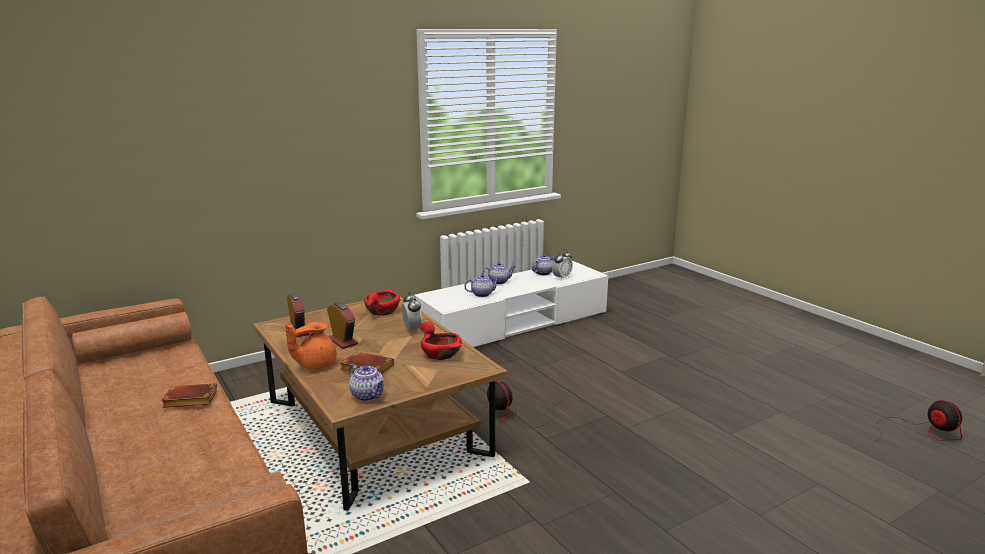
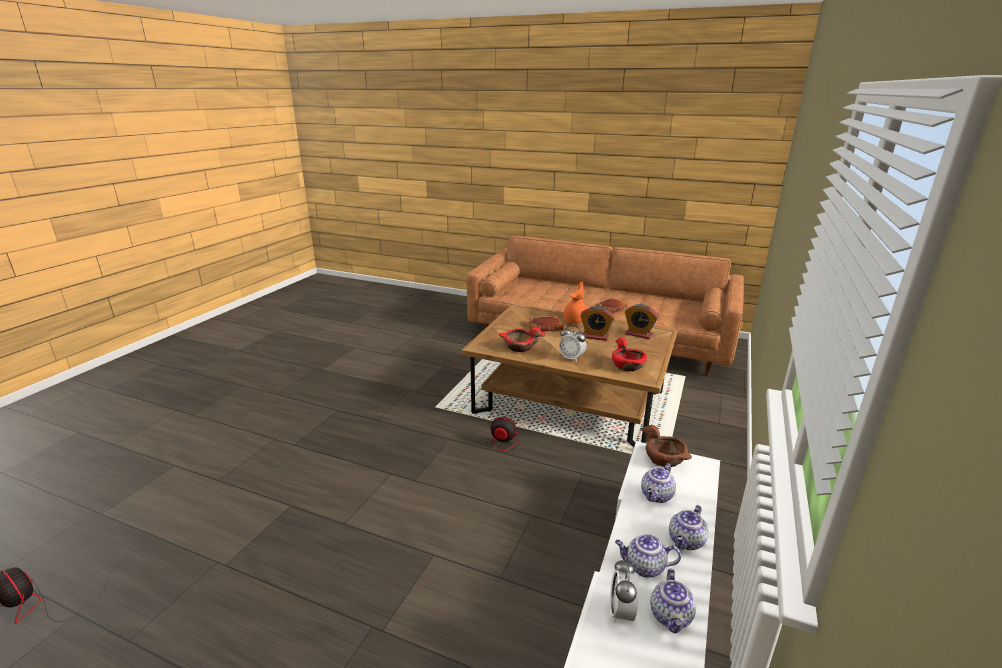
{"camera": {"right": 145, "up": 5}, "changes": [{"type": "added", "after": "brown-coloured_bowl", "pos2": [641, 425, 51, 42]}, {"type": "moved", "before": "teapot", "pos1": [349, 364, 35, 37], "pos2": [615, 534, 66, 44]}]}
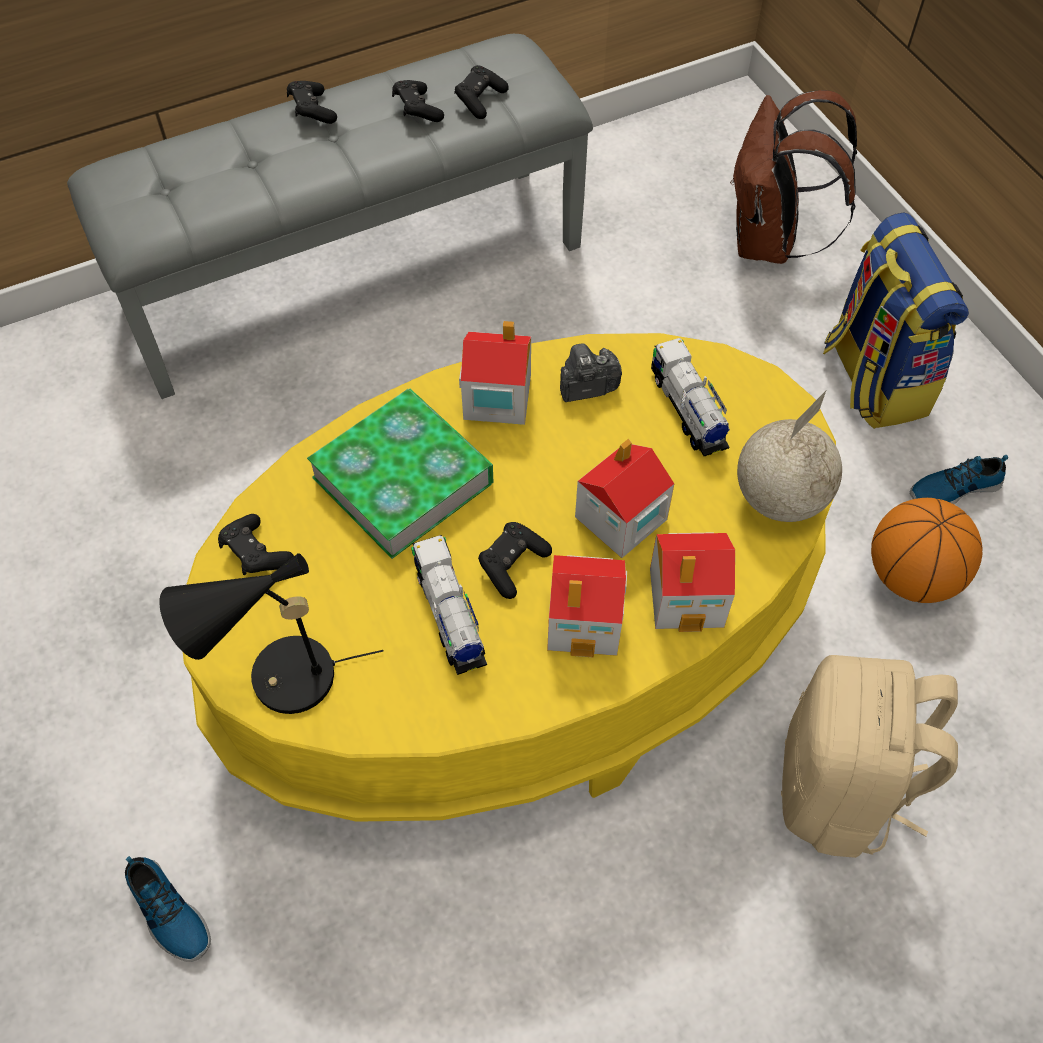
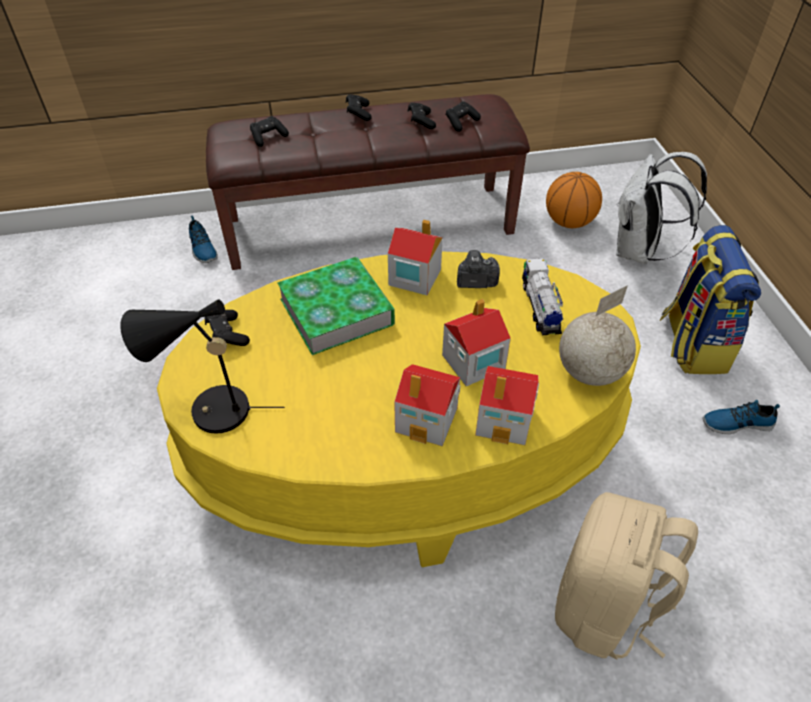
{"camera": {"right": 15, "up": -10}, "changes": [{"type": "removed", "before": "model_truck", "pos1": [411, 535, 76, 140]}, {"type": "moved", "before": "shoe", "pos1": [125, 856, 86, 106], "pos2": [189, 216, 29, 47]}, {"type": "moved", "before": "black-coloured_game_controller", "pos1": [478, 522, 74, 77], "pos2": [250, 116, 39, 31]}, {"type": "moved", "before": "basketball_ball", "pos1": [871, 498, 111, 105], "pos2": [546, 172, 56, 56]}, {"type": "recoloured", "before": "grey_bench", "after": "brown-coloured_bench", "pos1": [67, 34, 526, 365], "pos2": [206, 94, 324, 176]}, {"type": "recoloured", "before": "brown-coloured_knapsack", "after": "whitish_knapsack", "pos1": [730, 90, 127, 174], "pos2": [616, 152, 91, 112]}]}
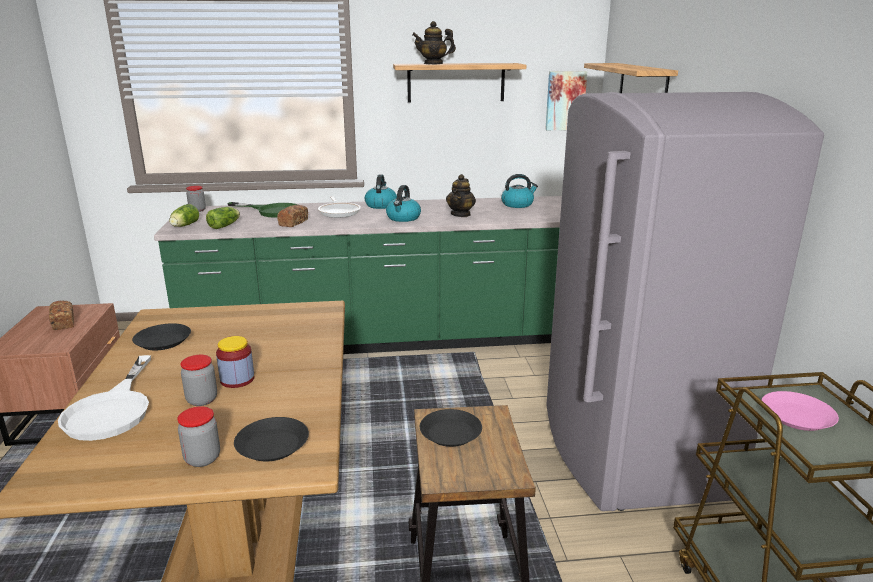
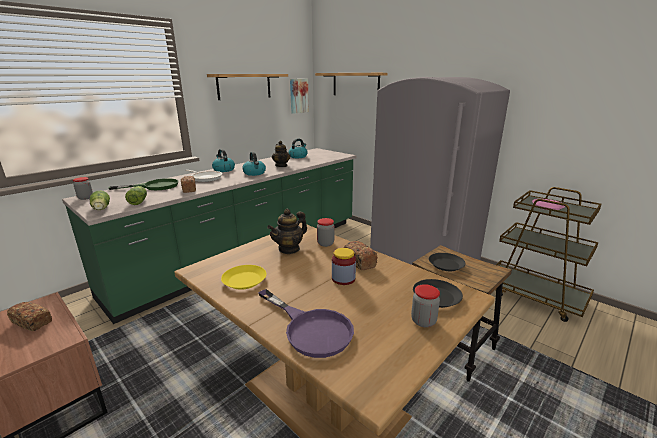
{"camera": {"right": -40, "up": 0}, "changes": [{"type": "added", "after": "bakery_bread", "pos2": [344, 241, 34, 29]}, {"type": "moved", "before": "jar", "pos1": [180, 355, 37, 51], "pos2": [317, 218, 17, 29]}, {"type": "moved", "before": "teapot", "pos1": [412, 21, 44, 43], "pos2": [267, 209, 40, 45]}, {"type": "recoloured", "before": "whitish_pan", "after": "purple_pan", "pos1": [58, 355, 93, 86], "pos2": [259, 289, 95, 69]}, {"type": "recoloured", "before": "black-coloured_dinner_plate", "after": "yellow-coloured_dinner_plate", "pos1": [132, 323, 59, 27], "pos2": [221, 265, 45, 25]}]}
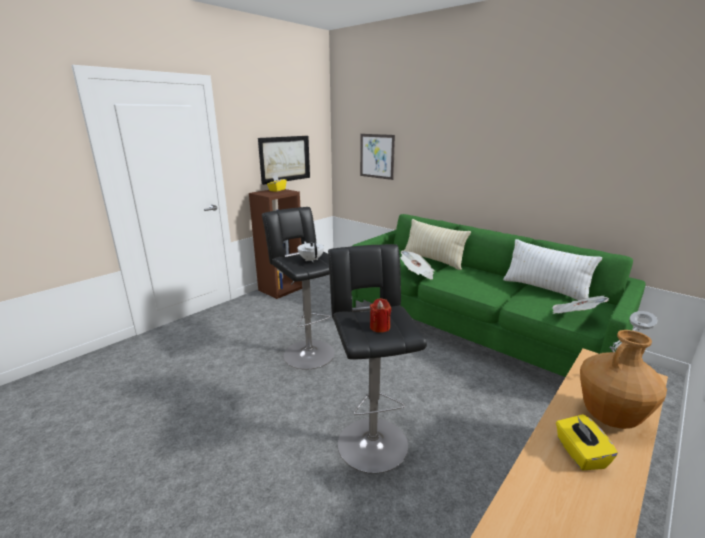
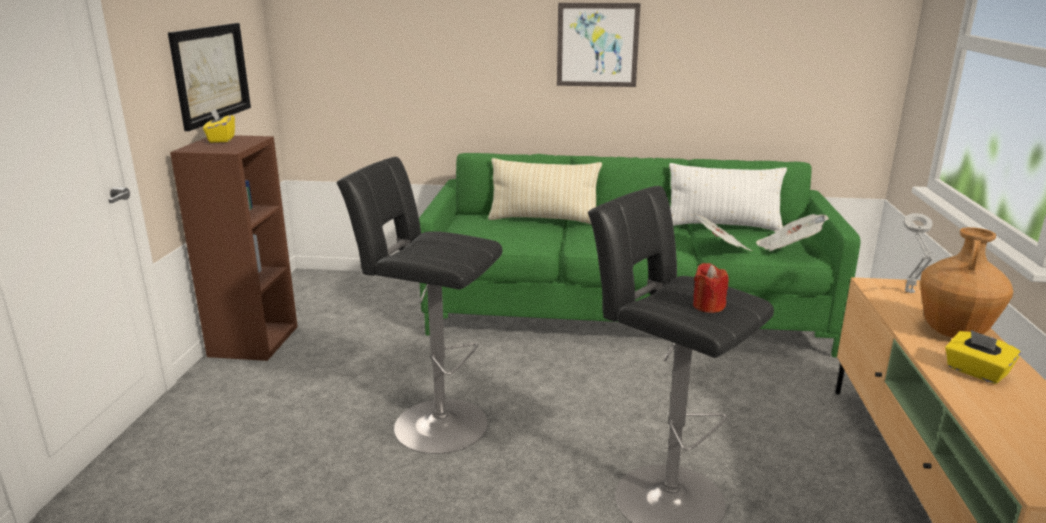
{"camera": {"right": -35, "up": 0}, "changes": [{"type": "removed", "before": "whitish_teapot", "pos1": [297, 241, 27, 21]}, {"type": "moved", "before": "wall_art", "pos1": [360, 134, 35, 46], "pos2": [557, 3, 84, 84]}, {"type": "moved", "before": "printed_paper", "pos1": [401, 251, 33, 29], "pos2": [690, 214, 62, 37]}]}
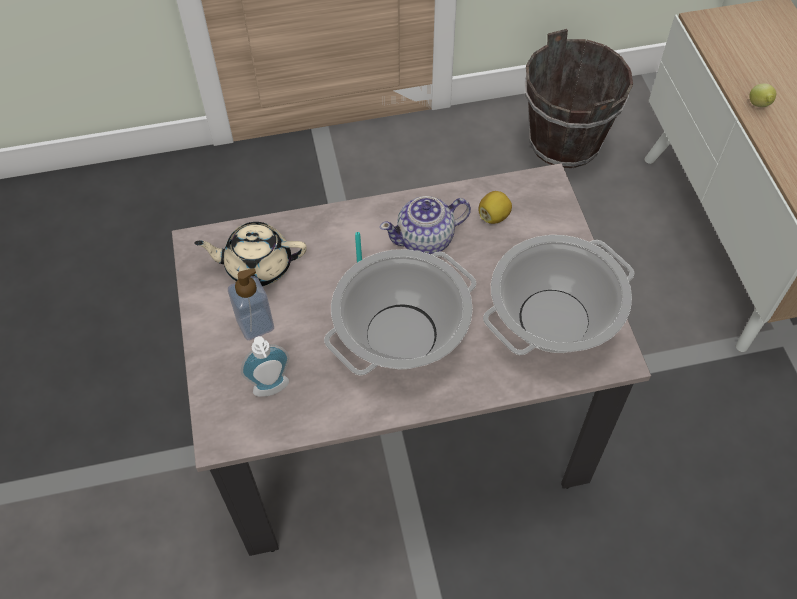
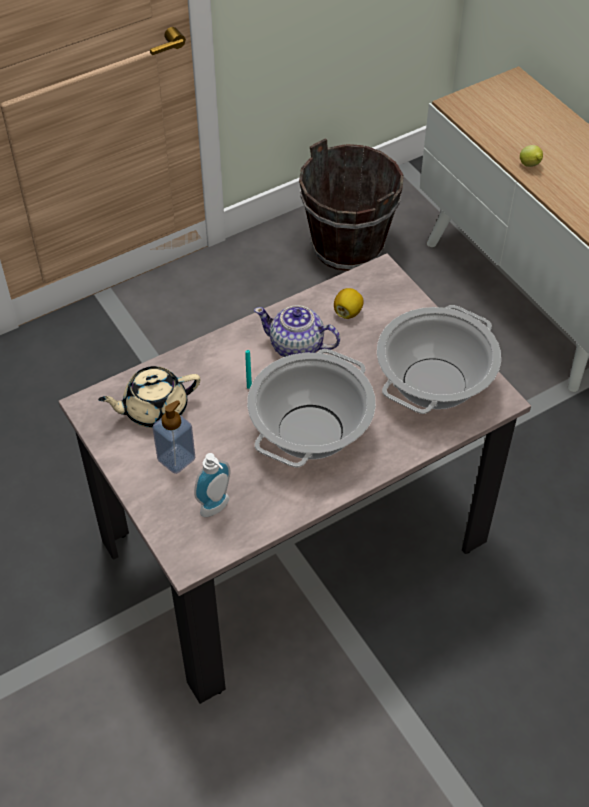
{"camera": {"right": -20, "up": -5}, "changes": [{"type": "turned", "before": "teapot", "pos1": [380, 196, 91, 58], "pos2": [254, 305, 86, 52], "turn": 60}]}
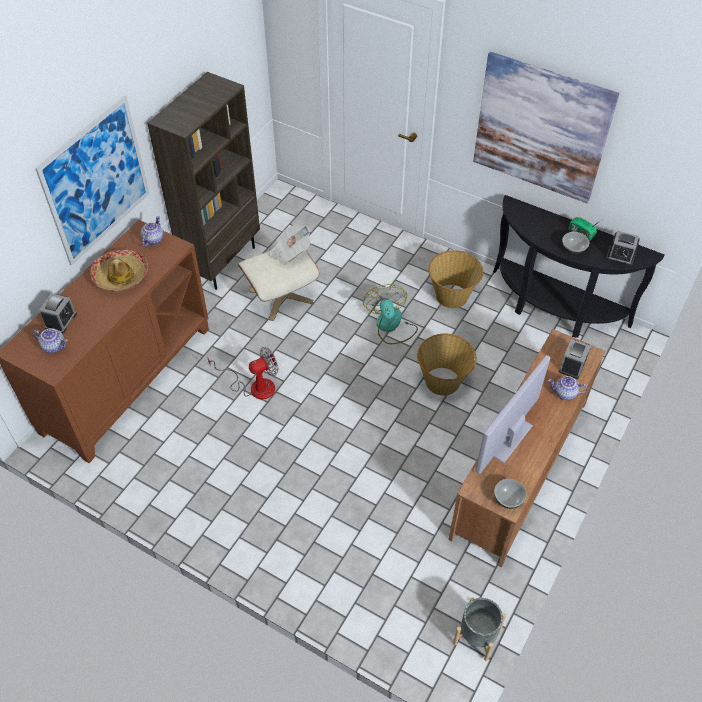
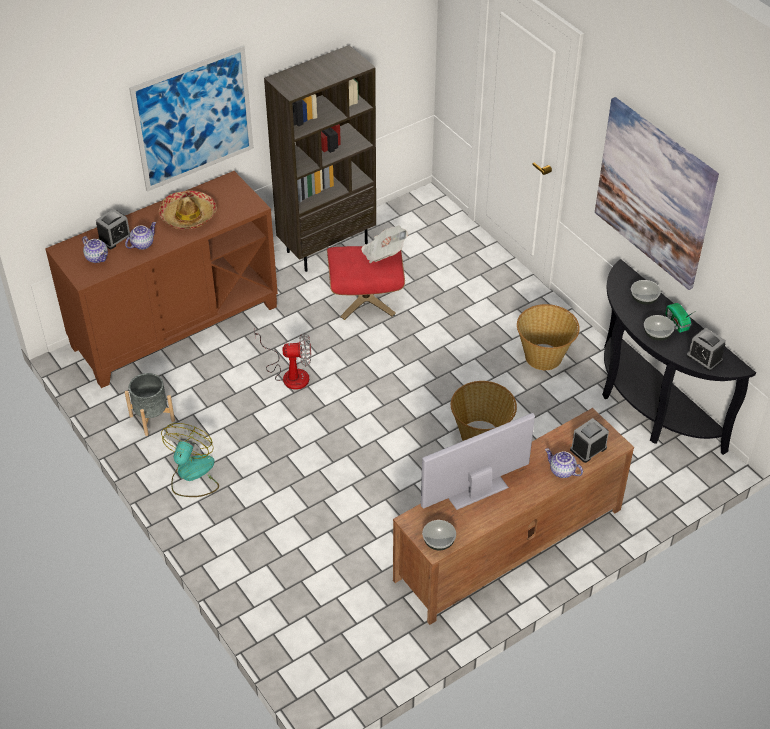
{"camera": {"right": 25, "up": -5}, "changes": [{"type": "added", "after": "bowl", "pos2": [631, 280, 30, 25]}, {"type": "moved", "before": "teapot", "pos1": [141, 216, 22, 31], "pos2": [125, 222, 31, 28]}, {"type": "moved", "before": "electric_fan", "pos1": [363, 284, 55, 60], "pos2": [161, 423, 58, 74]}, {"type": "moved", "before": "grey_planter", "pos1": [453, 597, 53, 64], "pos2": [125, 373, 50, 63]}, {"type": "recoloured", "before": "sand-coloured_ottoman", "after": "red_ottoman", "pos1": [238, 250, 82, 71], "pos2": [327, 246, 78, 74]}]}
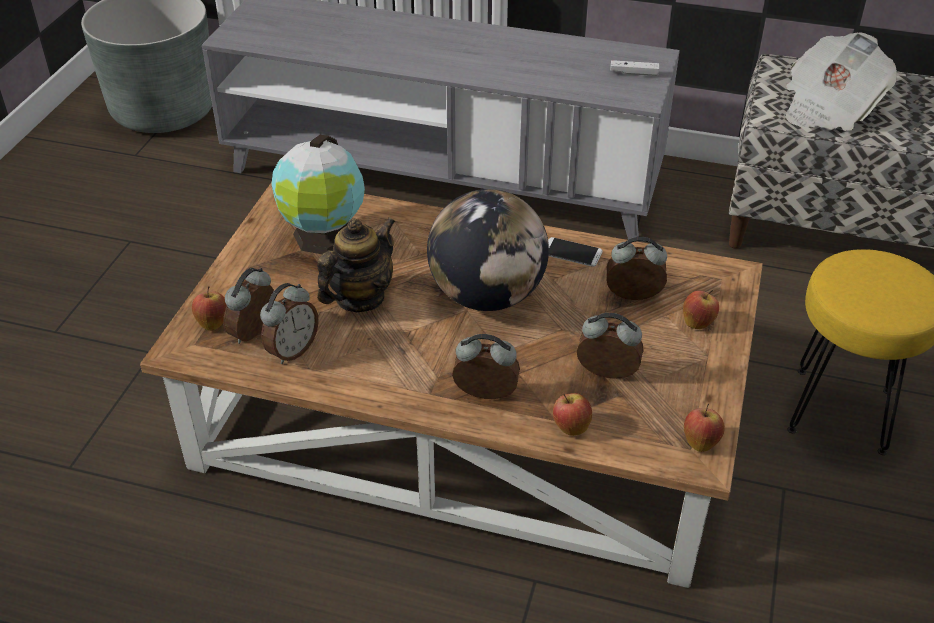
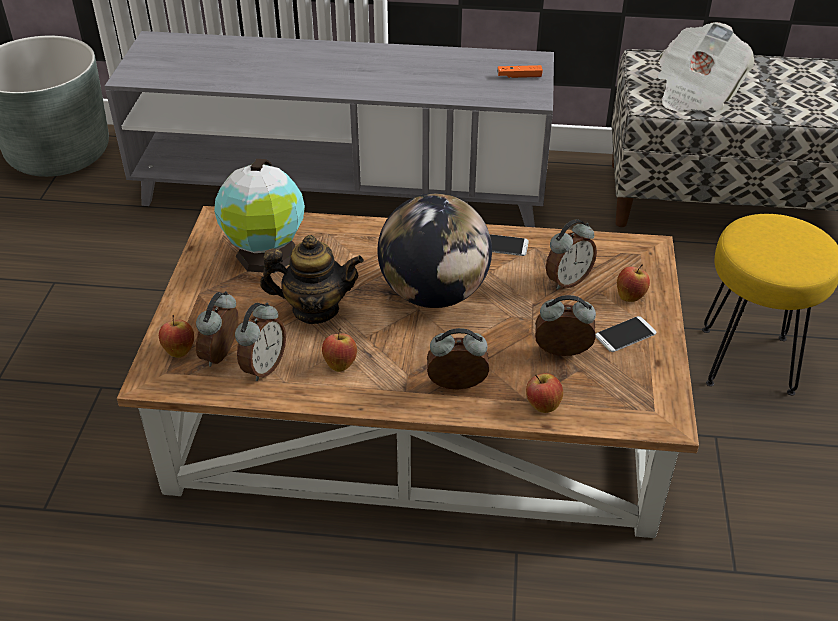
{"camera": {"right": -10, "up": 0}, "changes": [{"type": "added", "after": "telephone", "pos2": [595, 316, 61, 36]}, {"type": "moved", "before": "whole_apple", "pos1": [684, 404, 41, 48], "pos2": [322, 328, 35, 44]}, {"type": "recoloured", "before": "whitish_game_controller", "after": "orangey_game_controller", "pos1": [610, 60, 49, 16], "pos2": [497, 65, 46, 13]}, {"type": "turned", "before": "teapot", "pos1": [317, 217, 79, 95], "pos2": [260, 235, 104, 89], "turn": 60}, {"type": "turned", "before": "alarm_clock", "pos1": [606, 237, 61, 63], "pos2": [546, 219, 51, 71], "turn": 150}]}
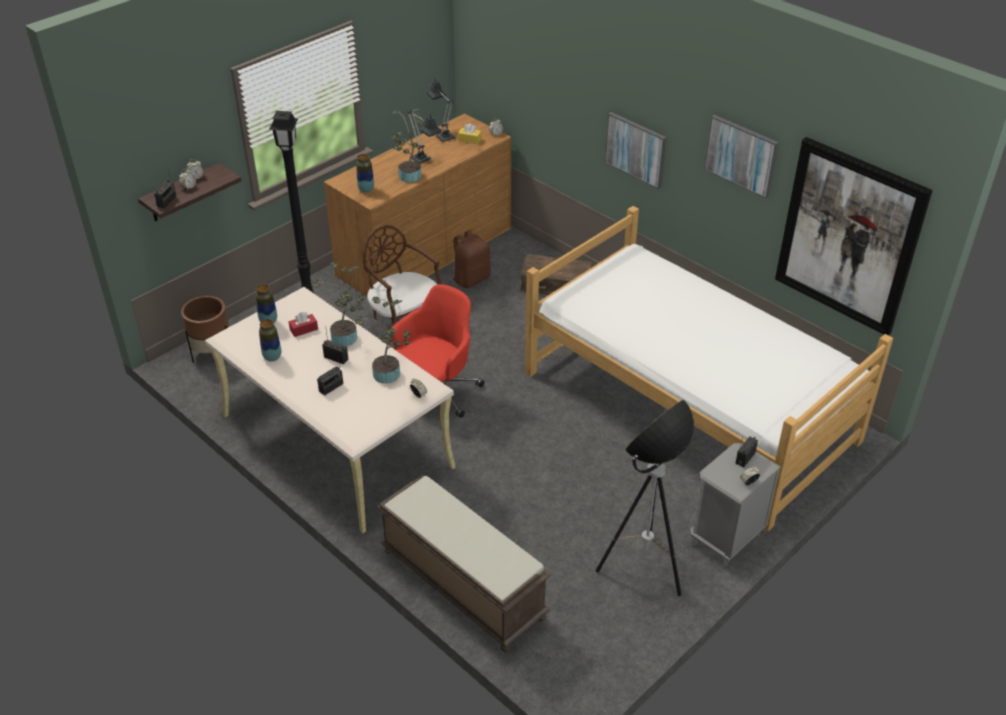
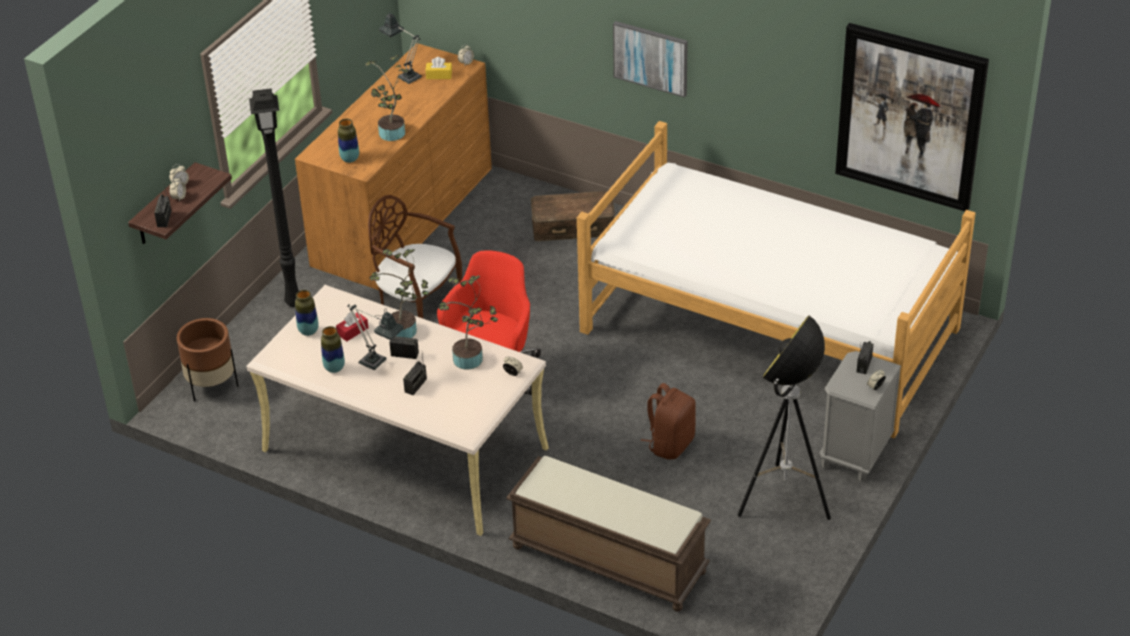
{"camera": {"right": -15, "up": 0}, "changes": [{"type": "removed", "before": "wall_art", "pos1": [704, 115, 75, 84]}, {"type": "moved", "before": "lamp_for_a_table", "pos1": [407, 110, 35, 54], "pos2": [347, 304, 57, 66]}, {"type": "moved", "before": "brown-coloured_knapsack", "pos1": [451, 230, 40, 58], "pos2": [641, 383, 55, 76]}]}
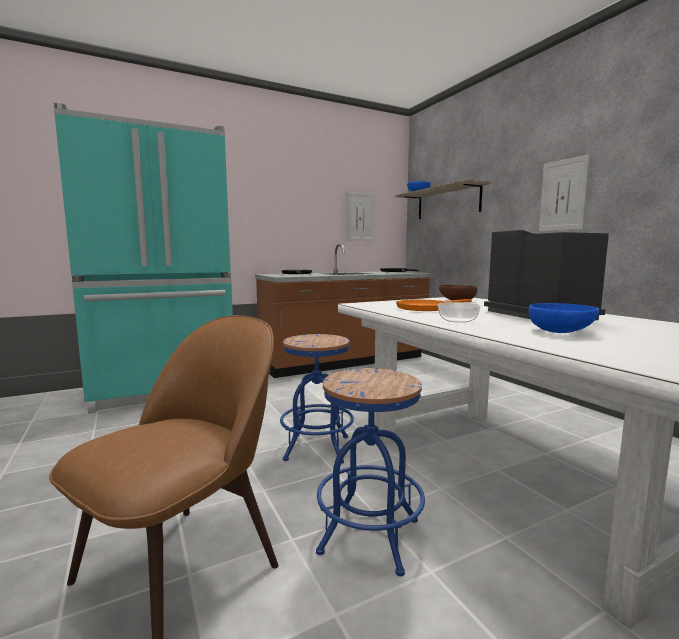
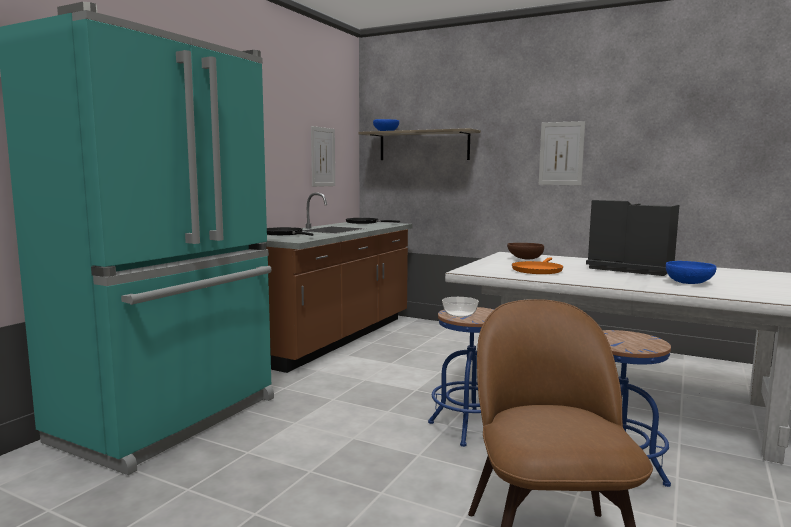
{"camera": {"right": -35, "up": 0}, "changes": [{"type": "moved", "before": "bowl", "pos1": [438, 302, 42, 21], "pos2": [442, 297, 37, 20]}]}
